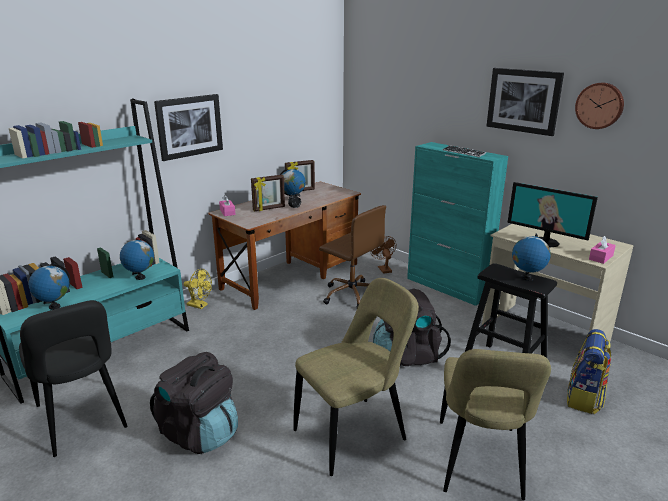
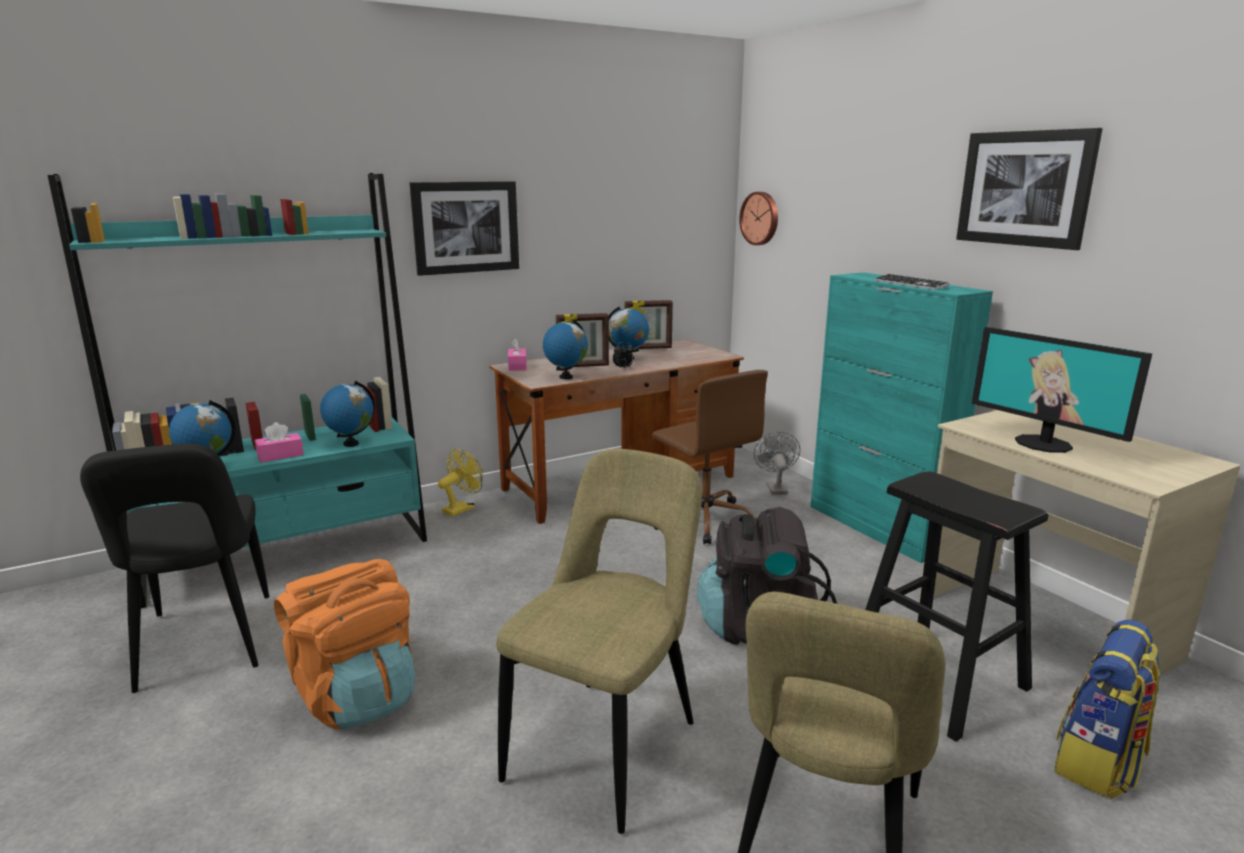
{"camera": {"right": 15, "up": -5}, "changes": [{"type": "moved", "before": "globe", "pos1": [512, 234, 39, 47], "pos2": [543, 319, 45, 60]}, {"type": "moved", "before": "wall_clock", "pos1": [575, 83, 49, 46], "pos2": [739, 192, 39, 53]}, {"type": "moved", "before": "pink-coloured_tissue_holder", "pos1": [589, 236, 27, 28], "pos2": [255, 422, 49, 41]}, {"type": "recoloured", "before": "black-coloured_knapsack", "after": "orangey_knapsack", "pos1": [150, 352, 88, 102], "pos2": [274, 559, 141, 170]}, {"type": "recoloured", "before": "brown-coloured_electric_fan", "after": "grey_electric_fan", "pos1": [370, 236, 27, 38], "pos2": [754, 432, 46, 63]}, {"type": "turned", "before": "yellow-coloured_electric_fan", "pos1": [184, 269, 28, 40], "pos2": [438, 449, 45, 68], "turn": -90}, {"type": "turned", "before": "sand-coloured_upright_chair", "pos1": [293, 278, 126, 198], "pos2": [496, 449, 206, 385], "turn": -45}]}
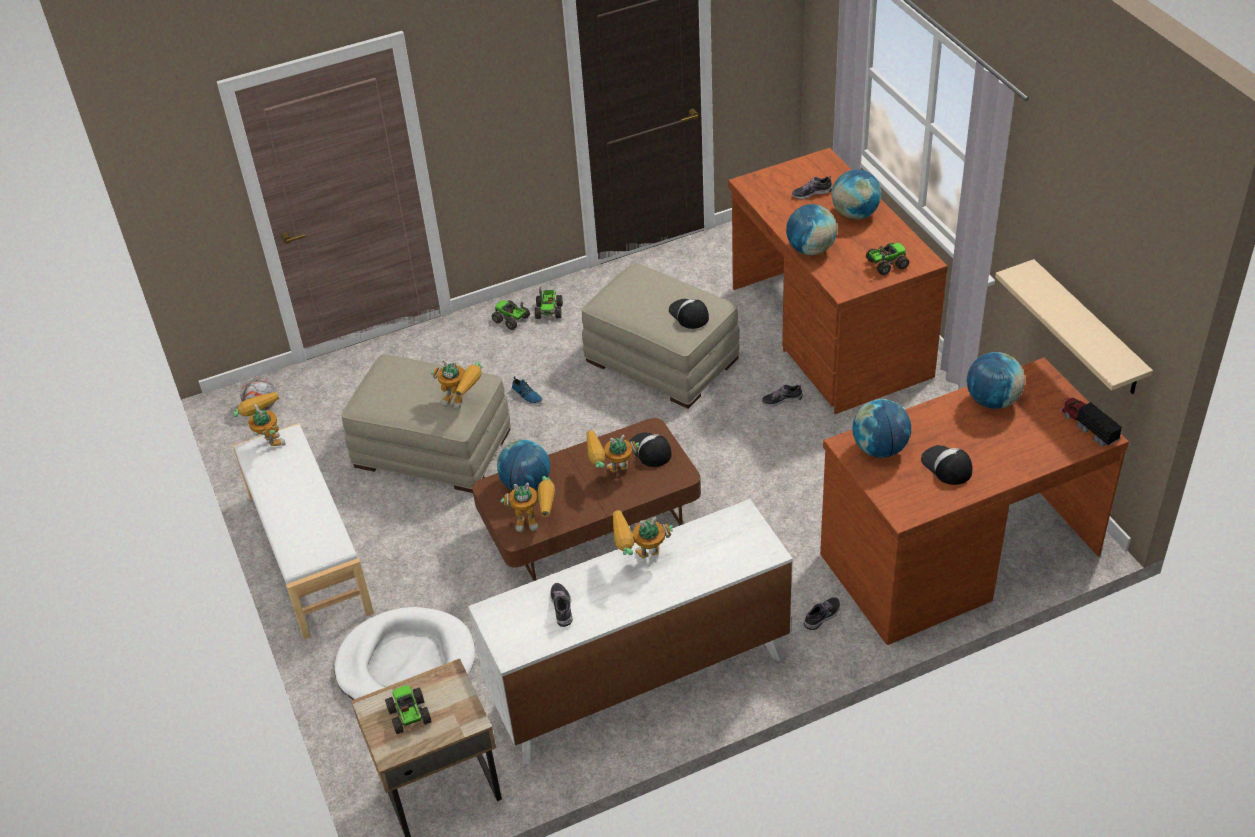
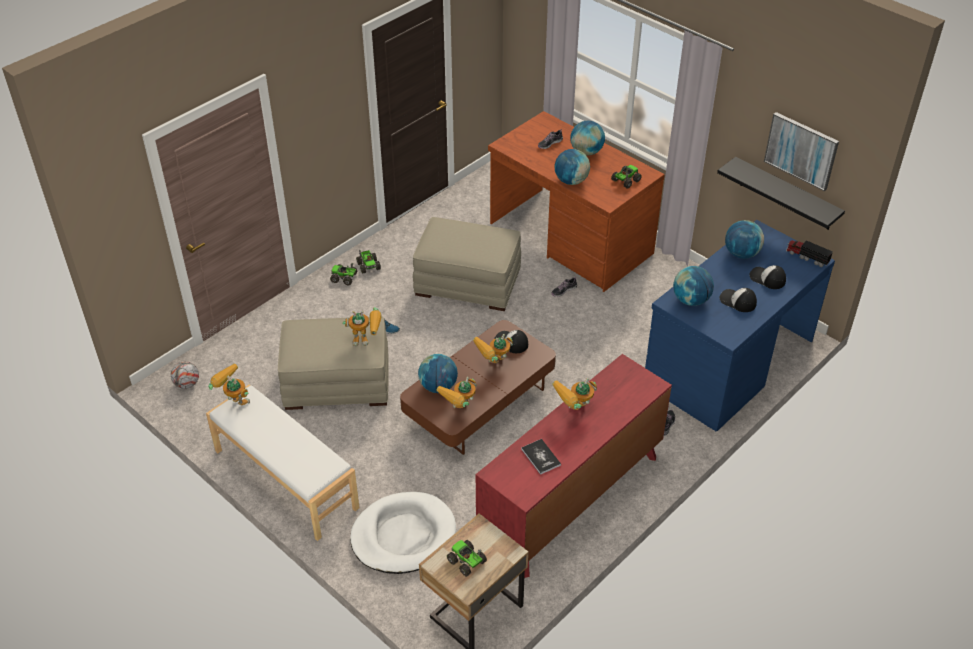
{"camera": {"right": -25, "up": 0}, "changes": [{"type": "added", "after": "wall_art", "pos2": [764, 112, 75, 79]}, {"type": "moved", "before": "cap", "pos1": [669, 299, 40, 30], "pos2": [749, 265, 37, 24]}, {"type": "replaced", "before": "shoe", "after": "volume", "pos1": [550, 583, 23, 44], "pos2": [521, 439, 40, 36]}, {"type": "recoloured", "before": "whitish_chest_of_drawers", "after": "red_chest_of_drawers", "pos1": [468, 499, 325, 265], "pos2": [476, 354, 196, 224]}, {"type": "recoloured", "before": "brown-coloured_desk", "after": "blue_desk", "pos1": [820, 357, 309, 288], "pos2": [645, 220, 190, 212]}, {"type": "recoloured", "before": "sand-coloured_wall_shelf", "after": "black-coloured_wall_shelf", "pos1": [995, 259, 158, 135], "pos2": [717, 157, 128, 73]}, {"type": "turned", "before": "model_robot", "pos1": [500, 476, 55, 56], "pos2": [436, 377, 41, 31], "turn": 150}]}
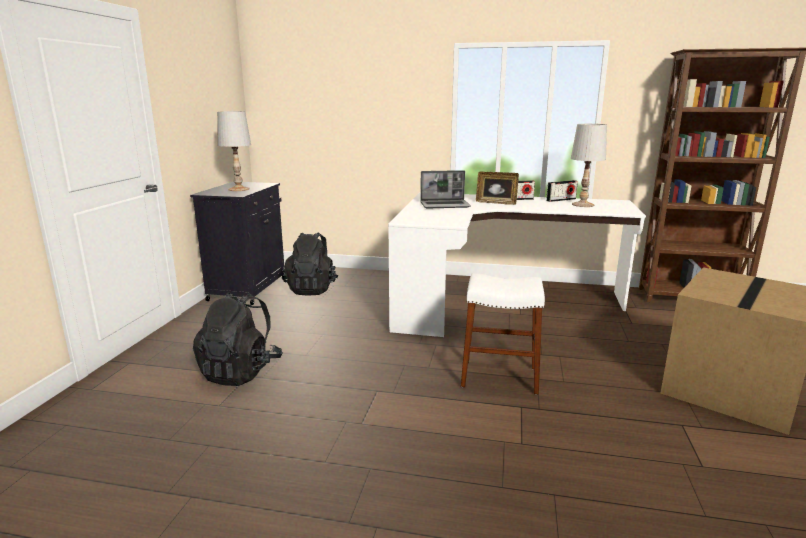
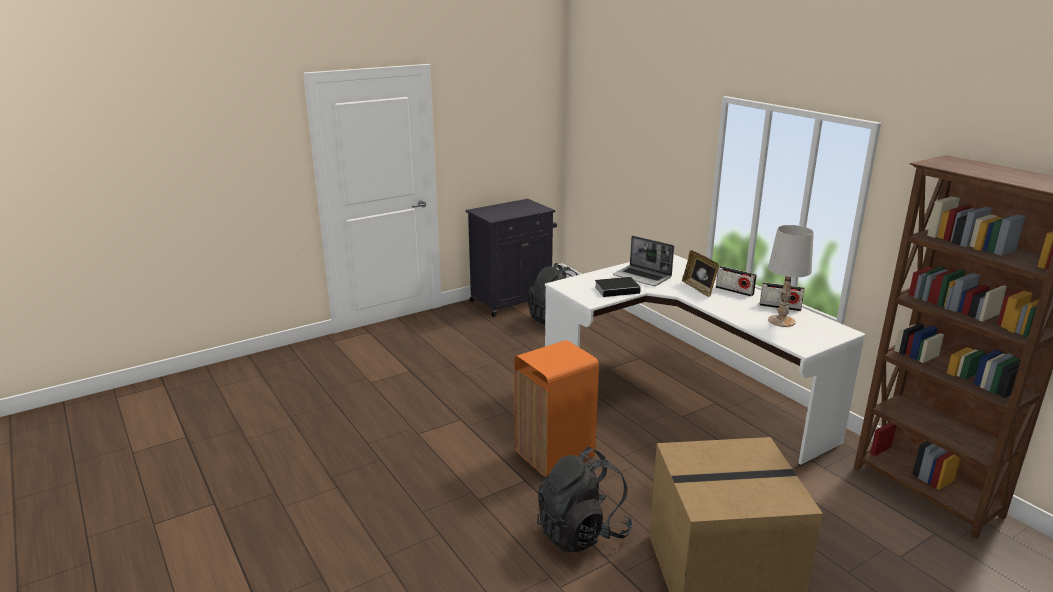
{"camera": {"right": 45, "up": 5}, "changes": [{"type": "removed", "before": "whitish_lamp_for_a_table", "pos1": [217, 111, 34, 80]}, {"type": "added", "after": "volume", "pos2": [595, 277, 51, 20]}, {"type": "moved", "before": "black-coloured_knapsack", "pos1": [193, 292, 90, 94], "pos2": [537, 447, 95, 105]}, {"type": "replaced", "before": "whitish_sitting_stool", "after": "orangey_waste_bin", "pos1": [461, 273, 84, 122], "pos2": [514, 340, 85, 136]}]}
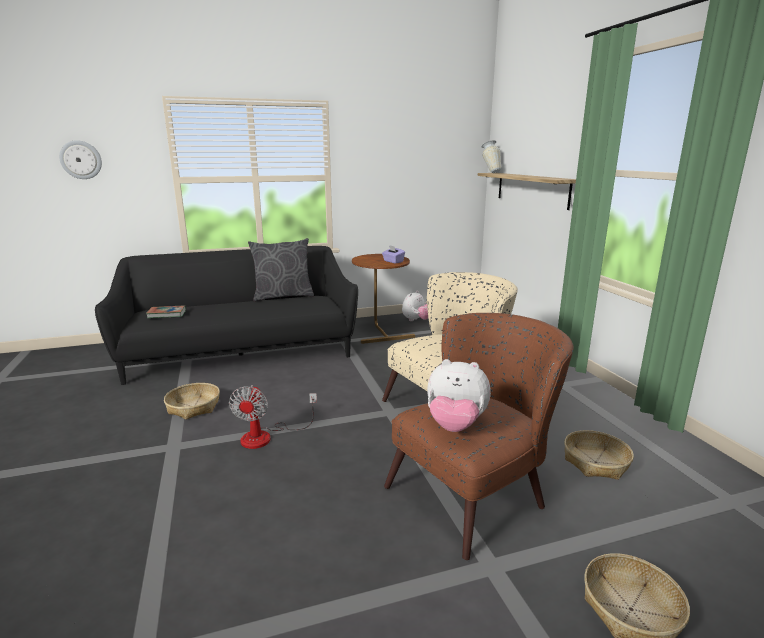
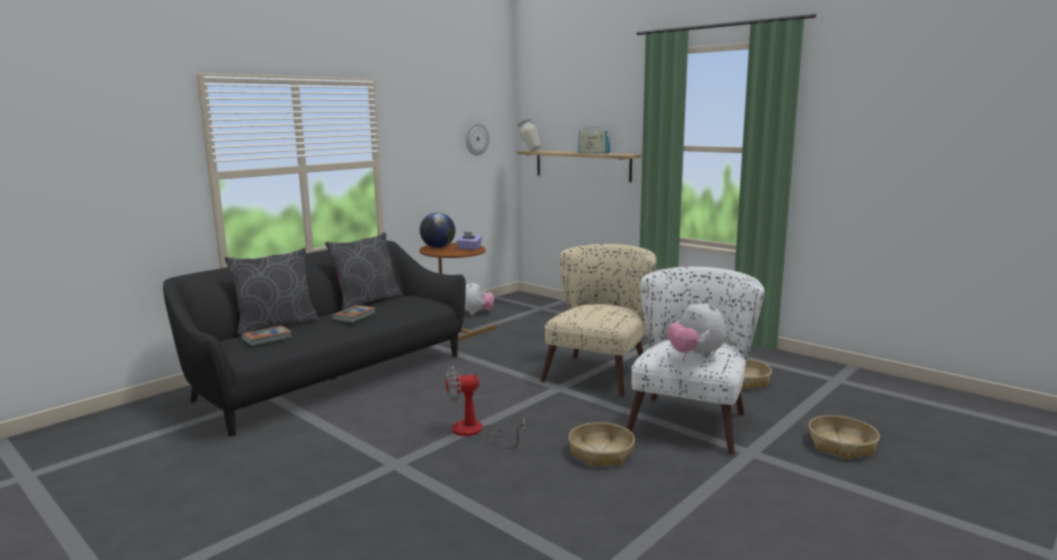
{"camera": {"right": -30, "up": -5}, "changes": [{"type": "added", "after": "grey_throw_pillow", "pos2": [224, 248, 95, 87]}, {"type": "added", "after": "volume", "pos2": [331, 305, 45, 18]}, {"type": "added", "after": "globe", "pos2": [420, 213, 35, 35]}, {"type": "added", "after": "radio", "pos2": [578, 124, 33, 30]}, {"type": "moved", "before": "wall_clock", "pos1": [59, 140, 43, 39], "pos2": [466, 123, 23, 32]}, {"type": "moved", "before": "household_basket", "pos1": [164, 383, 56, 37], "pos2": [569, 422, 66, 45]}, {"type": "recoloured", "before": "brown-coloured_lounge_chair", "after": "whitish_lounge_chair", "pos1": [384, 313, 190, 247], "pos2": [627, 267, 137, 187]}, {"type": "turned", "before": "electric_fan", "pos1": [229, 385, 88, 64], "pos2": [446, 366, 79, 83], "turn": 105}, {"type": "turned", "before": "cuddly_toy", "pos1": [427, 359, 64, 73], "pos2": [667, 299, 59, 58], "turn": 75}]}
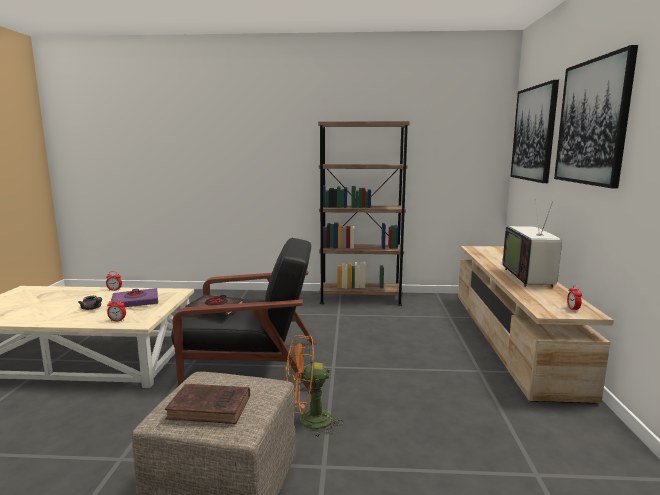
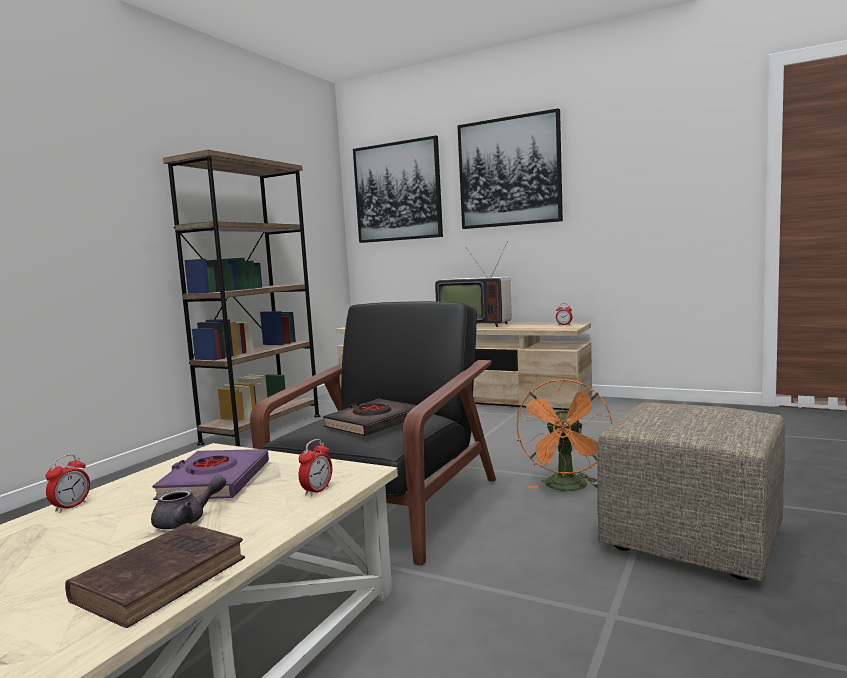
{"camera": {"right": -65, "up": -5}, "changes": [{"type": "moved", "before": "brown-coloured_volume", "pos1": [165, 384, 85, 40], "pos2": [65, 523, 180, 105]}]}
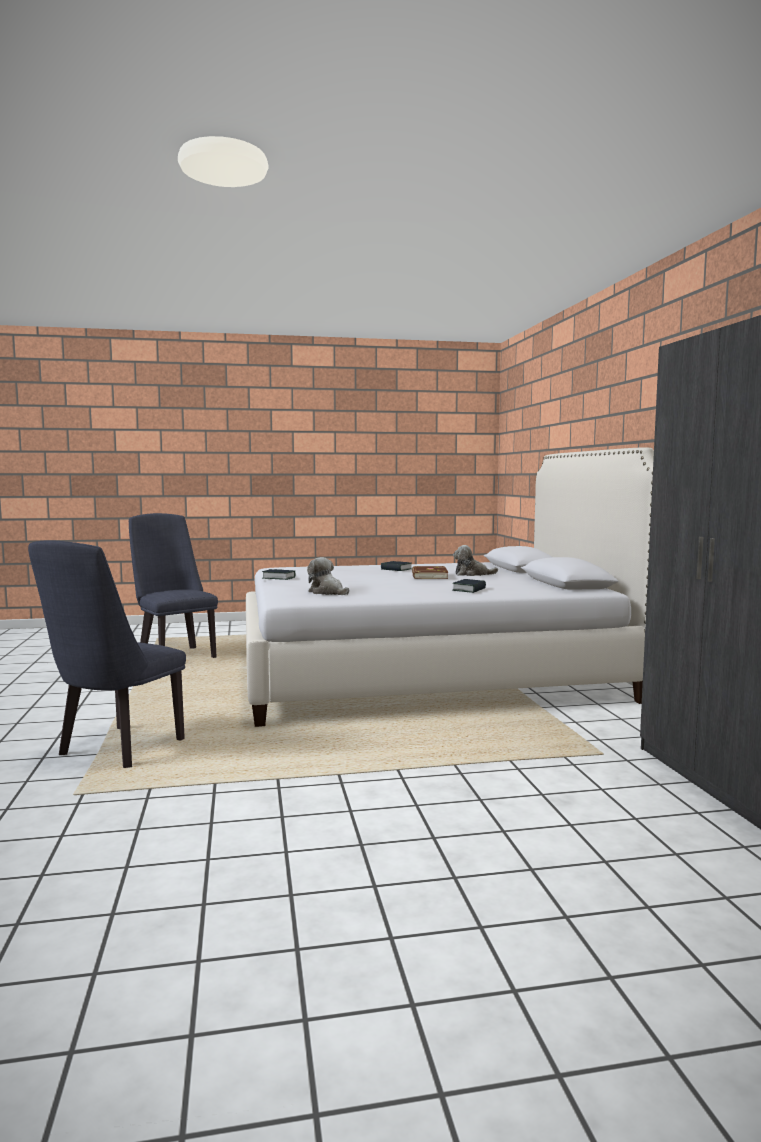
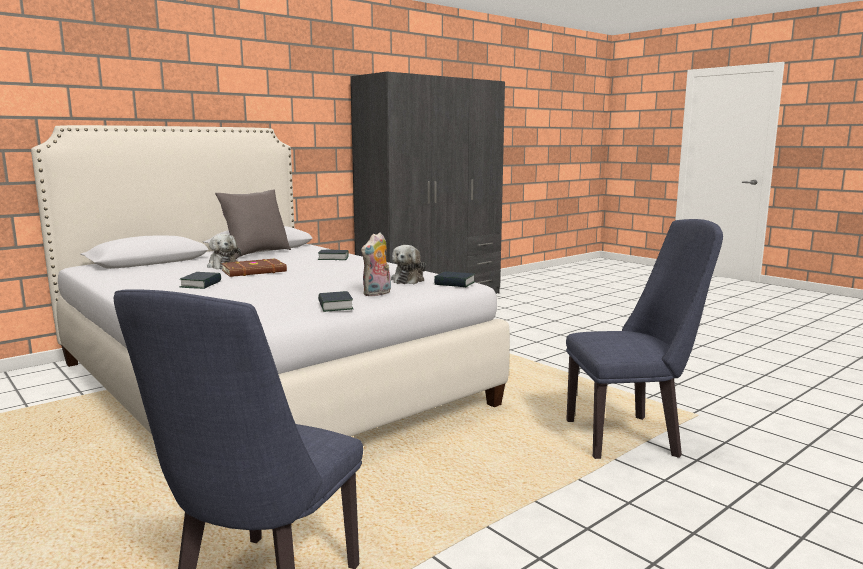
{"camera": {"right": -120, "up": 5}, "changes": [{"type": "added", "after": "grey_throw_pillow", "pos2": [215, 189, 76, 70]}, {"type": "added", "after": "cuddly_toy", "pos2": [361, 232, 30, 65]}, {"type": "added", "after": "volume", "pos2": [434, 271, 41, 16]}]}
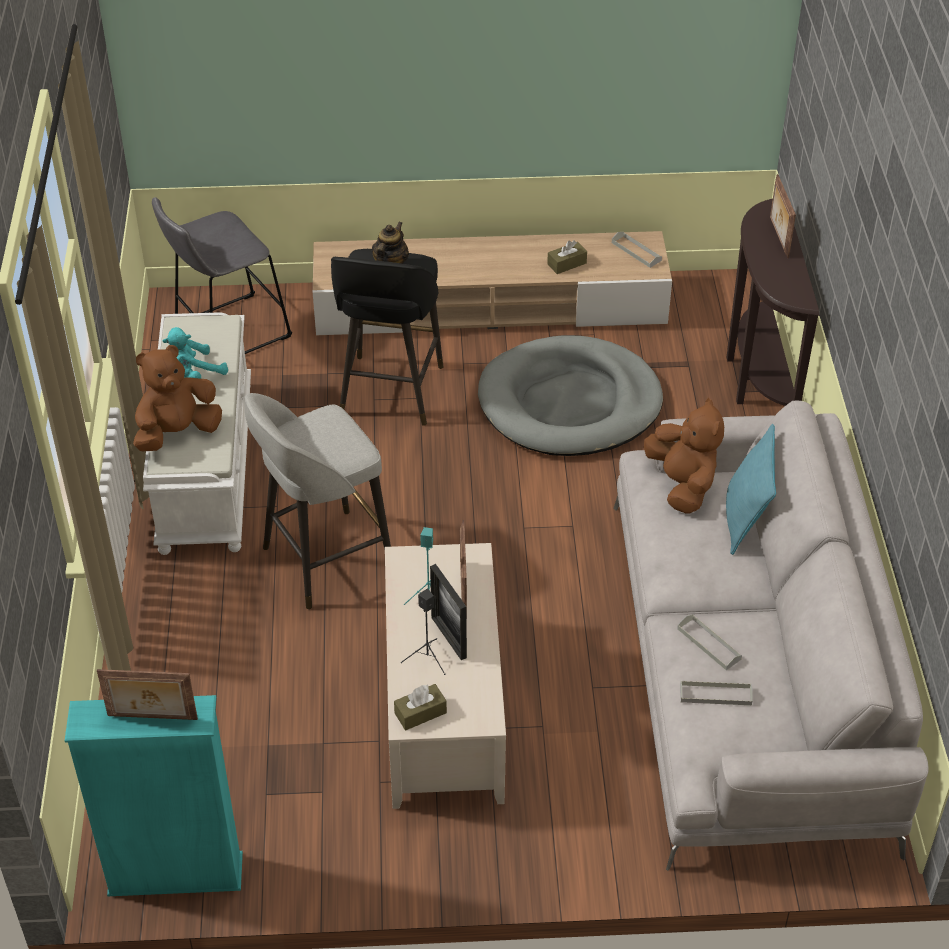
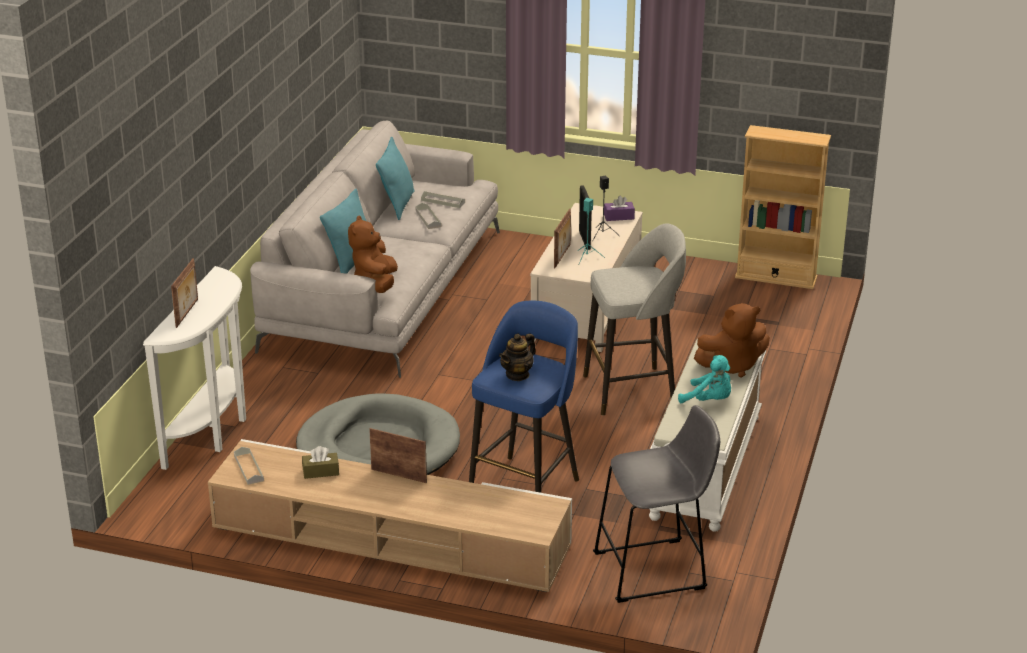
{"camera": {"right": -160, "up": -15}, "changes": [{"type": "added", "after": "turquoise-coloured_throw_pillow", "pos2": [376, 137, 39, 83]}, {"type": "moved", "before": "standing_frame", "pos1": [97, 669, 101, 51], "pos2": [369, 428, 58, 55]}, {"type": "recoloured", "before": "turquoise-coloured_bookshelf", "after": "sand-coloured_bookshelf", "pos1": [65, 695, 178, 201], "pos2": [735, 125, 96, 164]}, {"type": "recoloured", "before": "black-coloured_sitting_stool", "after": "blue_sitting_stool", "pos1": [331, 249, 112, 177], "pos2": [469, 301, 110, 192]}, {"type": "recoloured", "before": "brown-coloured_tissue_holder", "after": "purple_tissue_holder", "pos1": [394, 684, 53, 46], "pos2": [604, 196, 31, 25]}, {"type": "recoloured", "before": "brown-coloured_hall_table", "after": "whitish_hall_table", "pos1": [726, 199, 93, 207], "pos2": [143, 266, 103, 204]}, {"type": "turned", "before": "turquoise-coloured_cuddly_toy", "pos1": [163, 327, 65, 52], "pos2": [678, 355, 53, 48], "turn": 45}]}
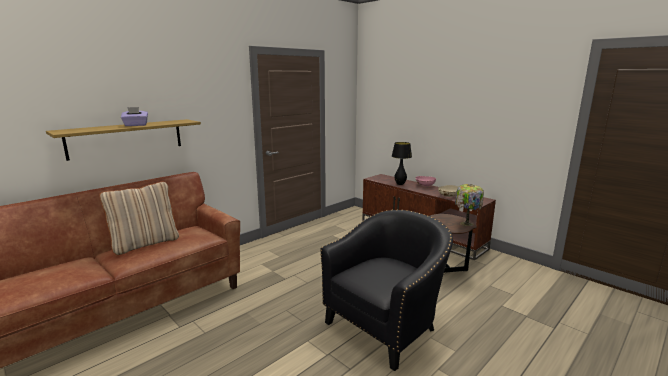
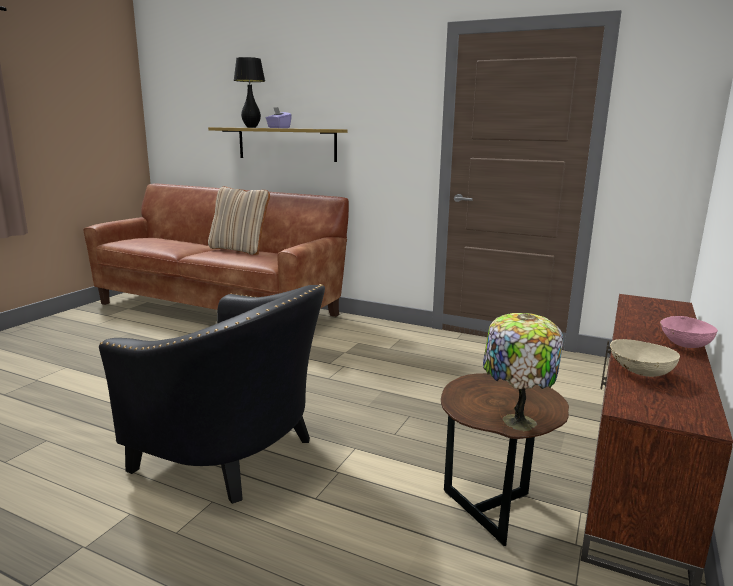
{"camera": {"right": 70, "up": 0}, "changes": [{"type": "moved", "before": "black-coloured_lamp_for_a_table", "pos1": [392, 142, 20, 43], "pos2": [233, 57, 32, 71]}]}
